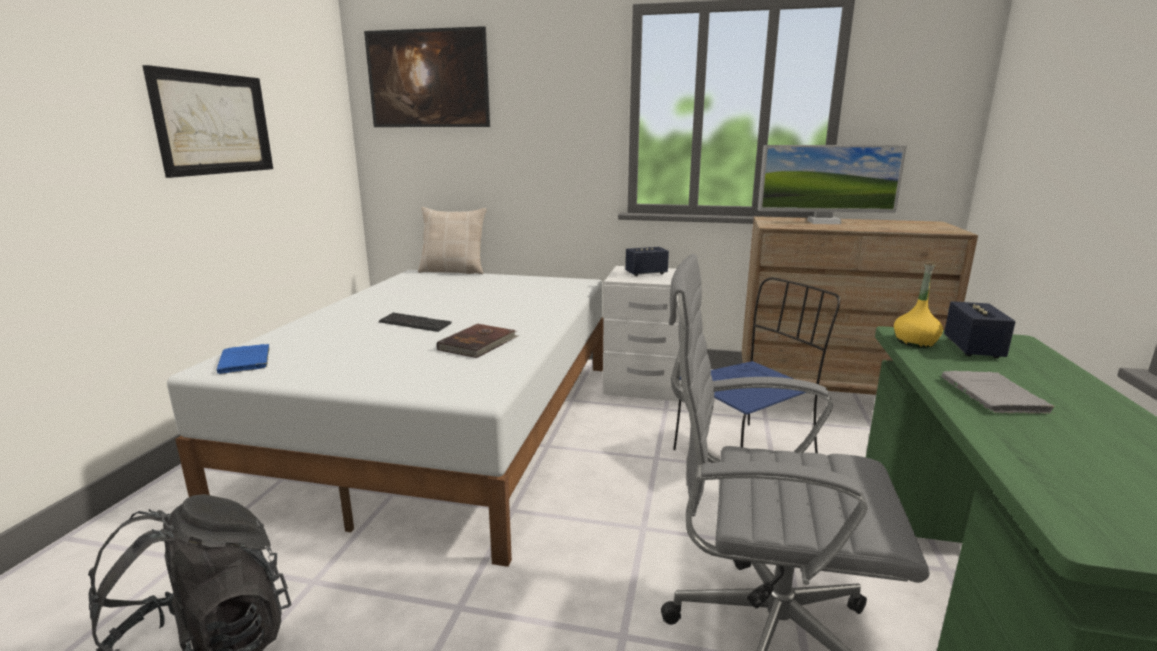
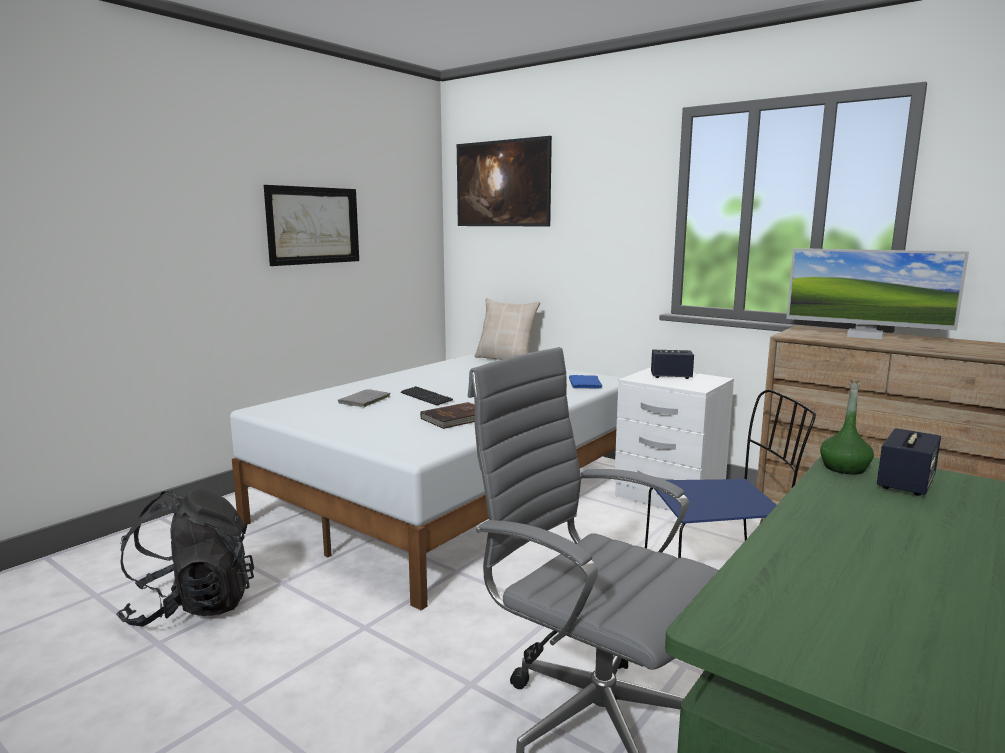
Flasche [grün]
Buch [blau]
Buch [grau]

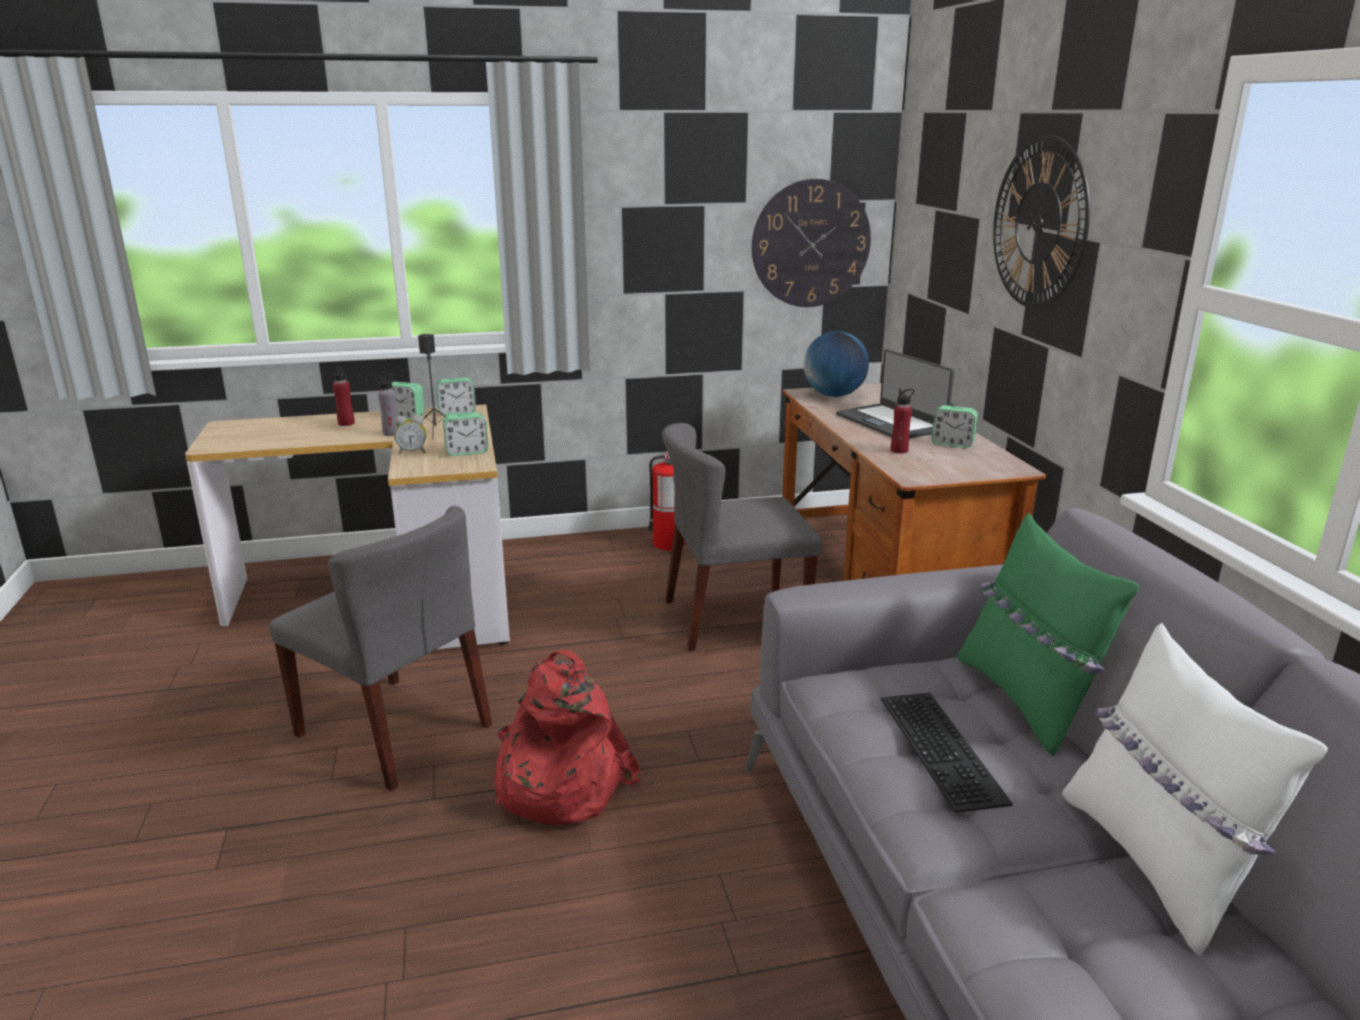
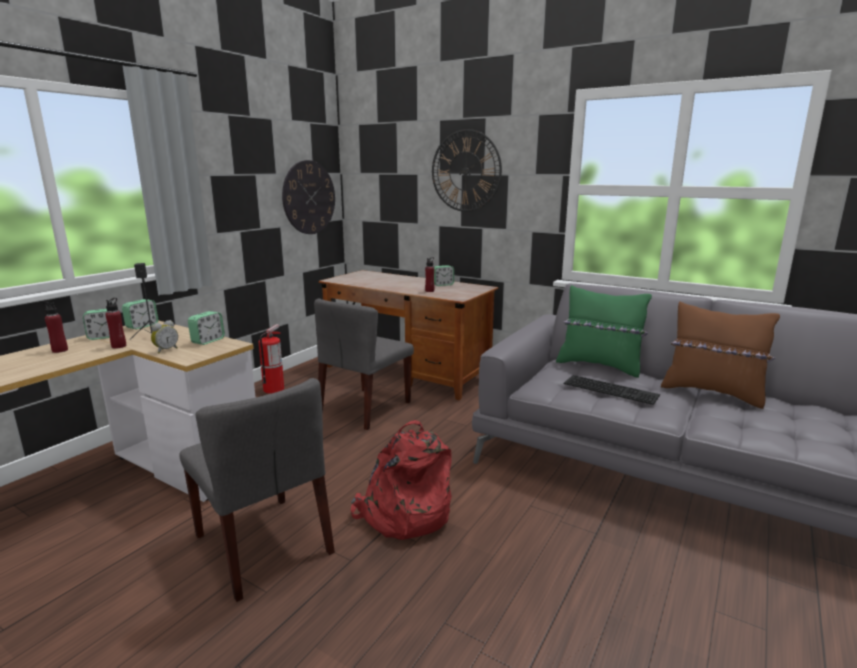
Globus
Laptop
Flasche [rot] (no. 2 from left)
Stuhl [grau] (no. 1 from left)
Kissen [braun]

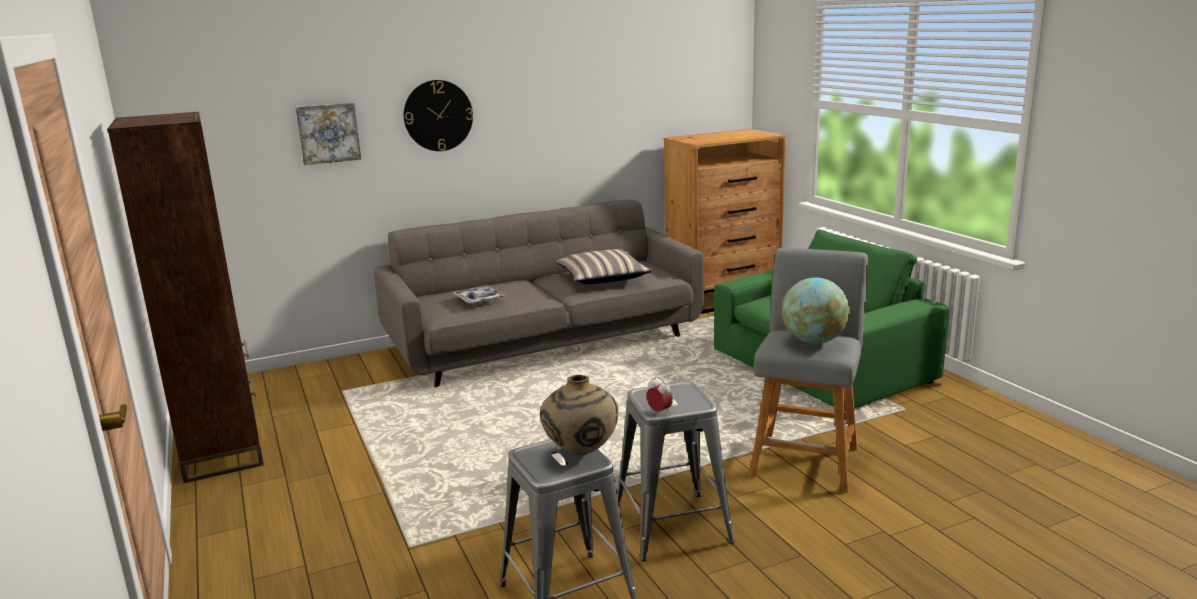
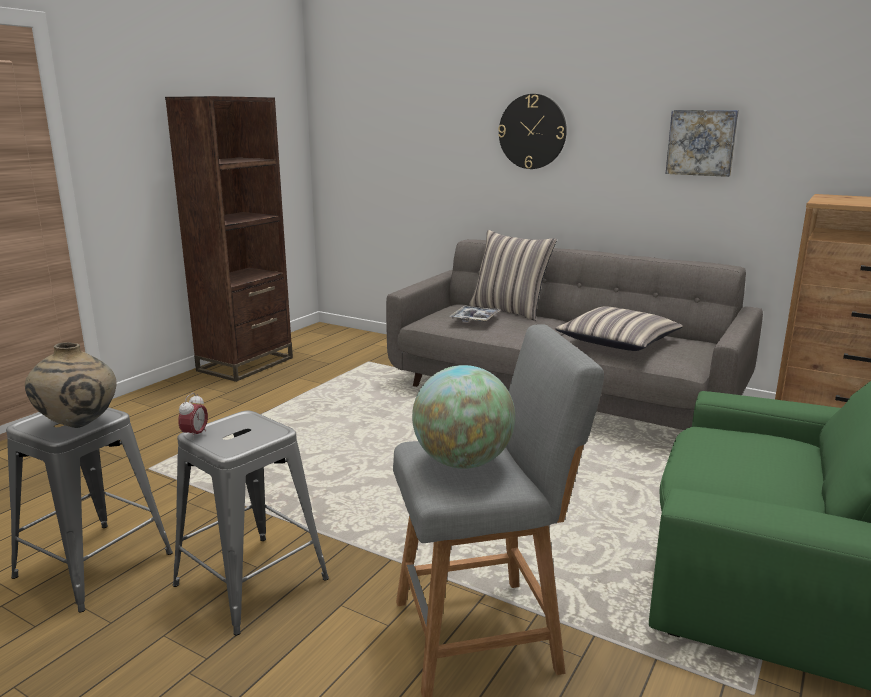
Bild
Kissen (no. 1 from left)

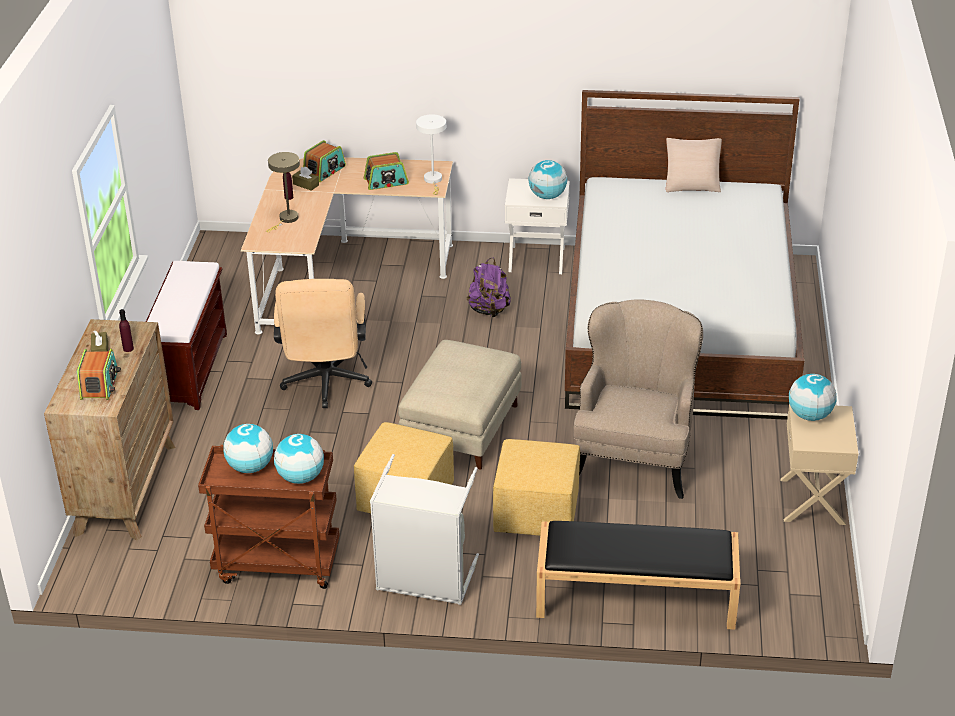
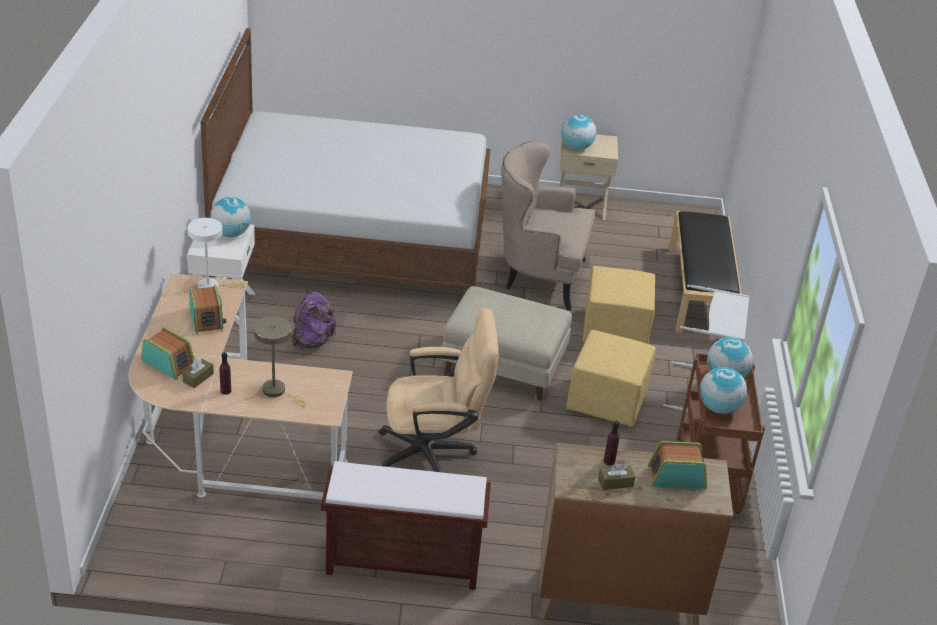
Kissen [beige]

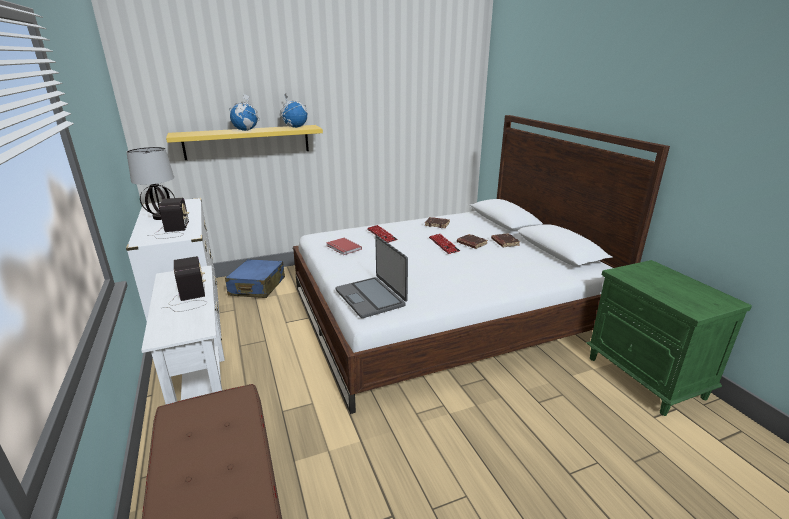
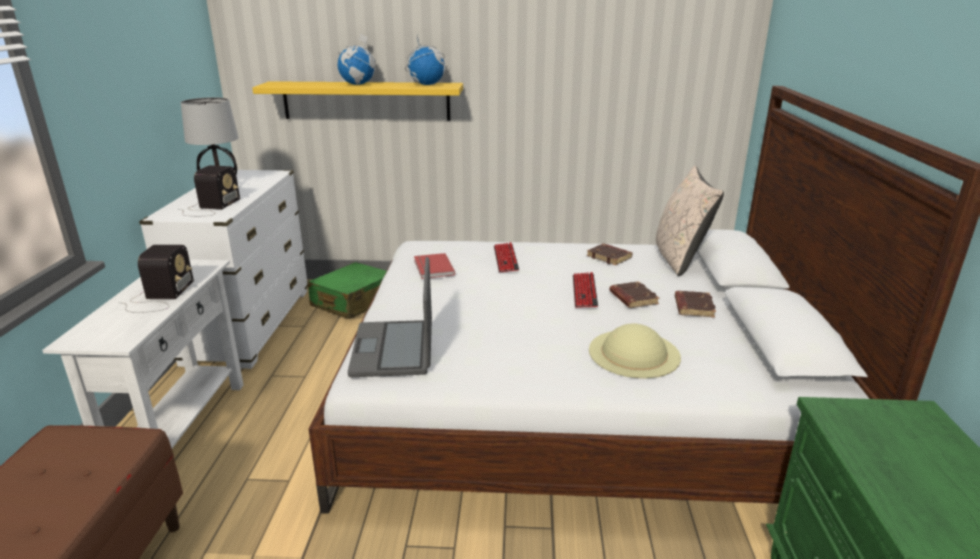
Koffer [grün]
Kissen [beige]
Hut [beige]

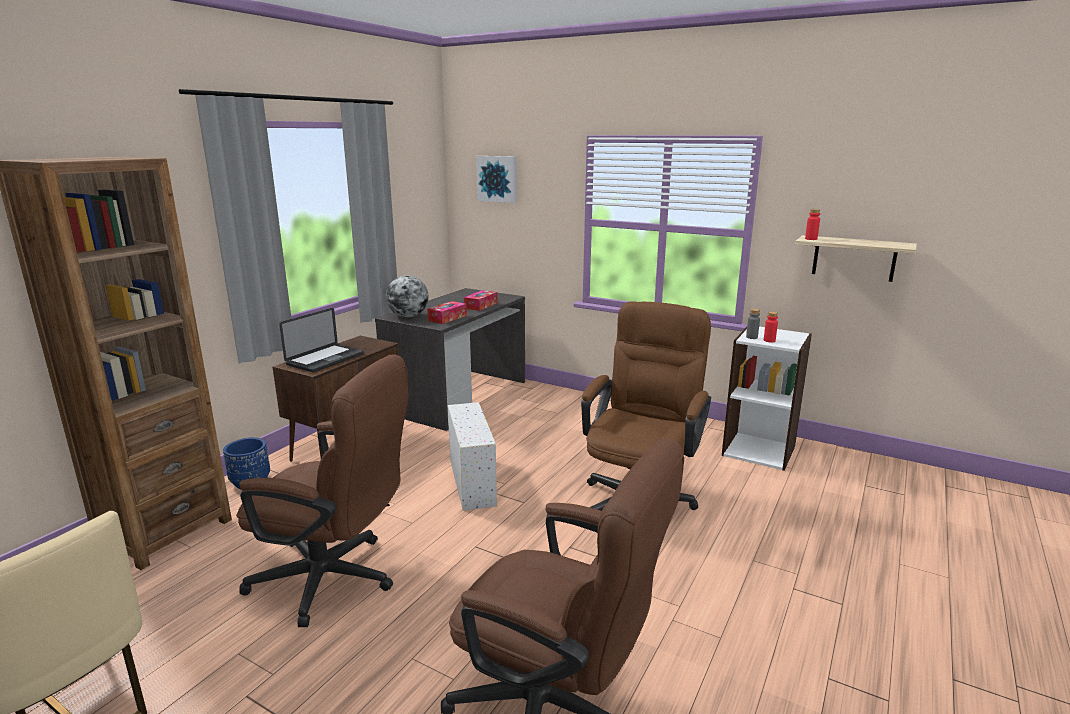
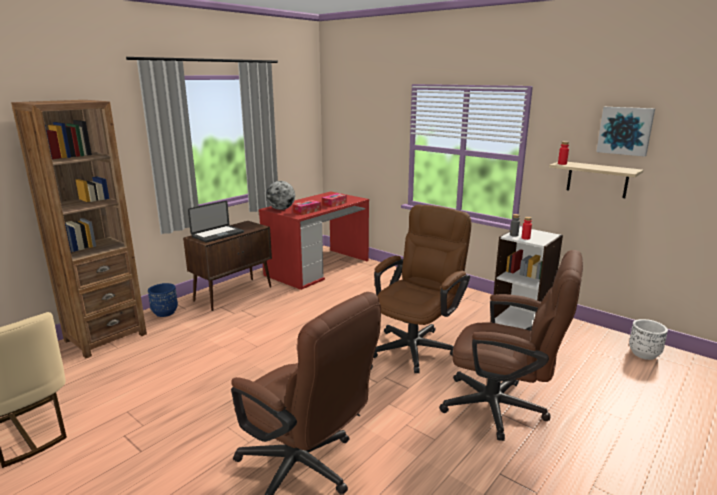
Bild
Schreibtisch [rot]
Bürostuhl [braun] (no. 3 from left)
Aufbewahrungsbox [weiß]
Pflanzkübel [weiß]

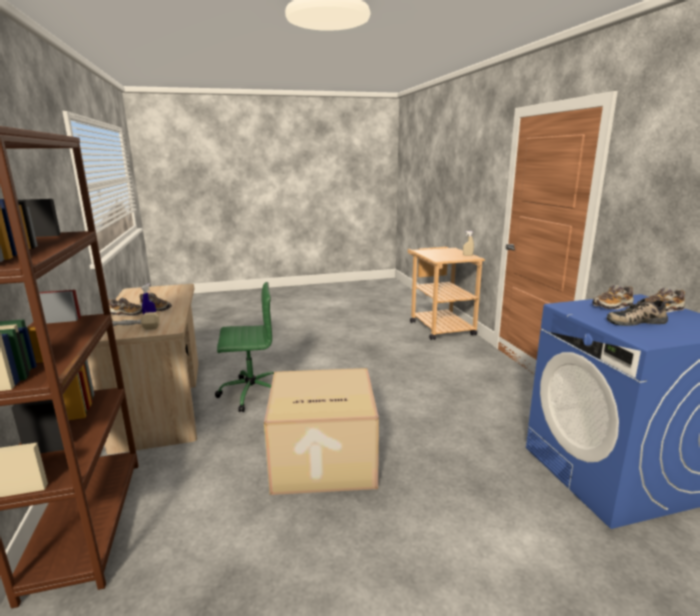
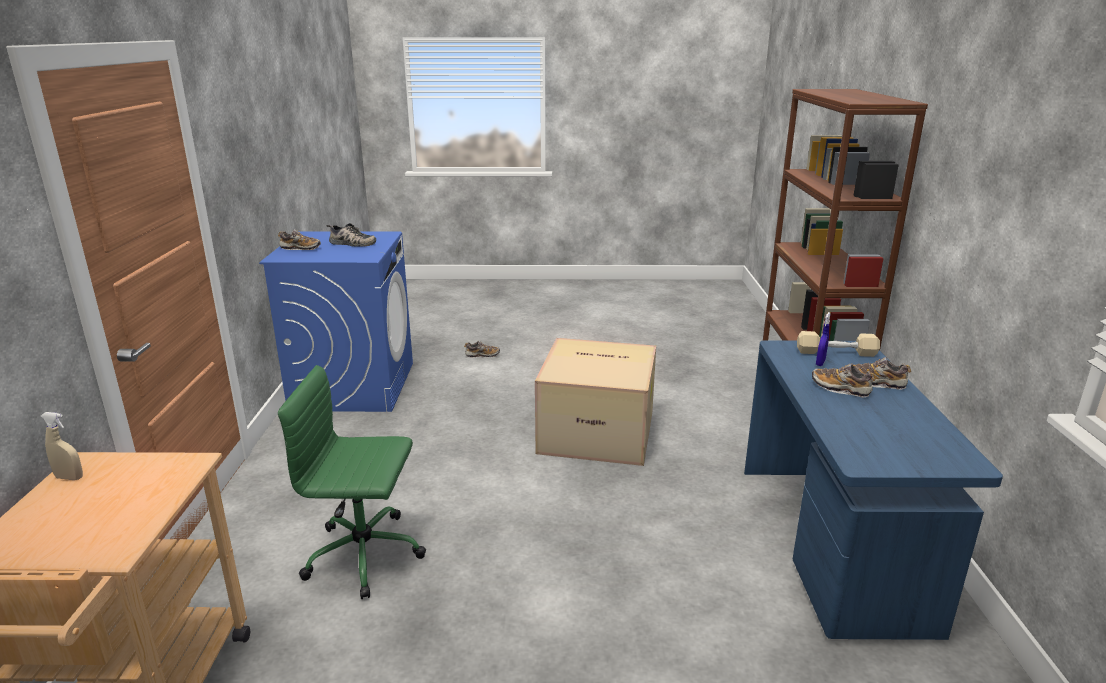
Bürostuhl [grün]
Schreibtisch [blau]
Schuh (no. 3 from left)

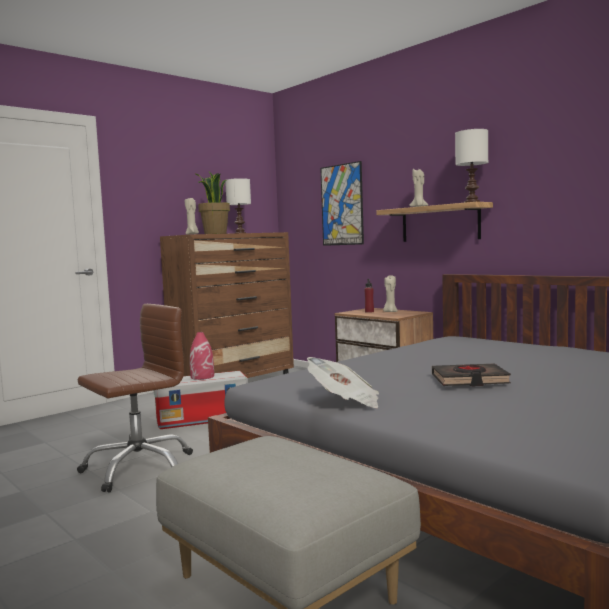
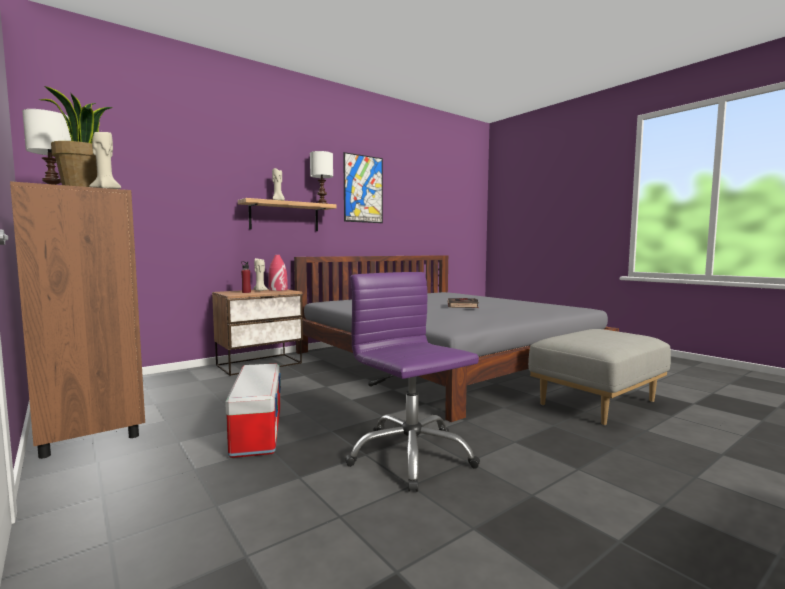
Bild
Bürostuhl [lila]
Vase [rot]
Zeitung

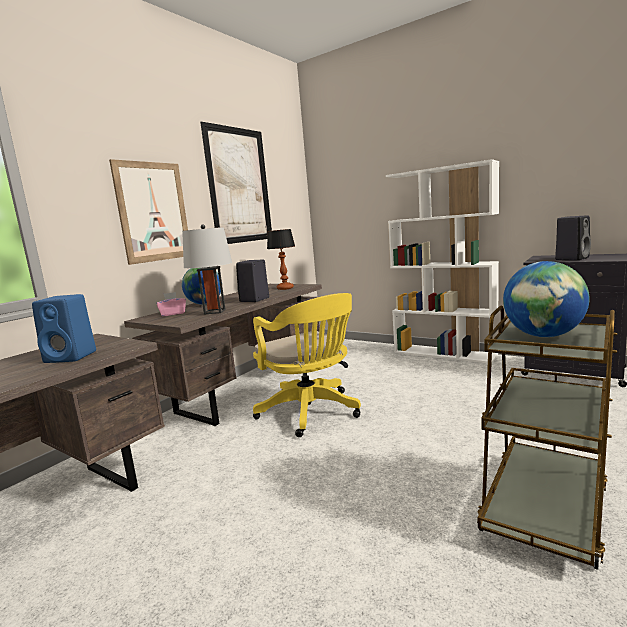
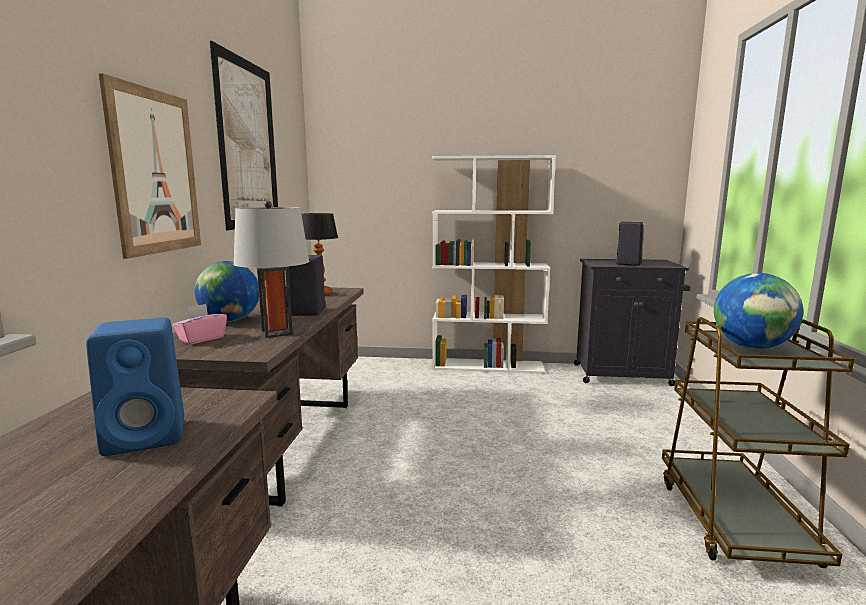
Bürostuhl [gelb]

